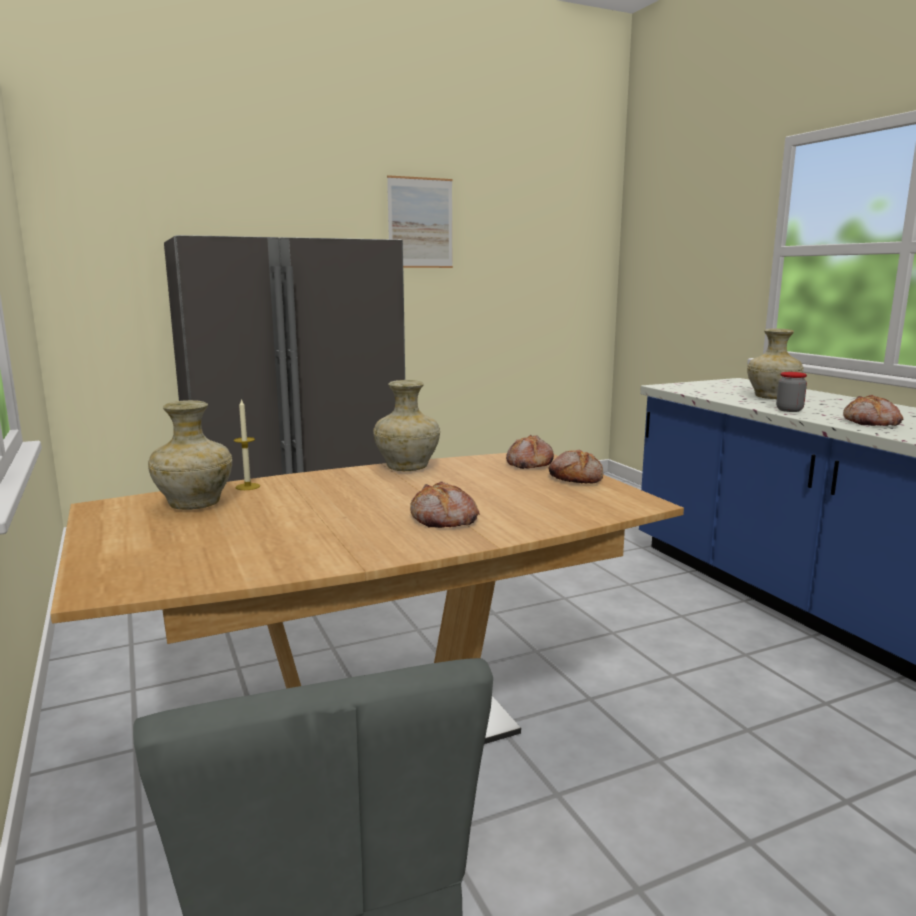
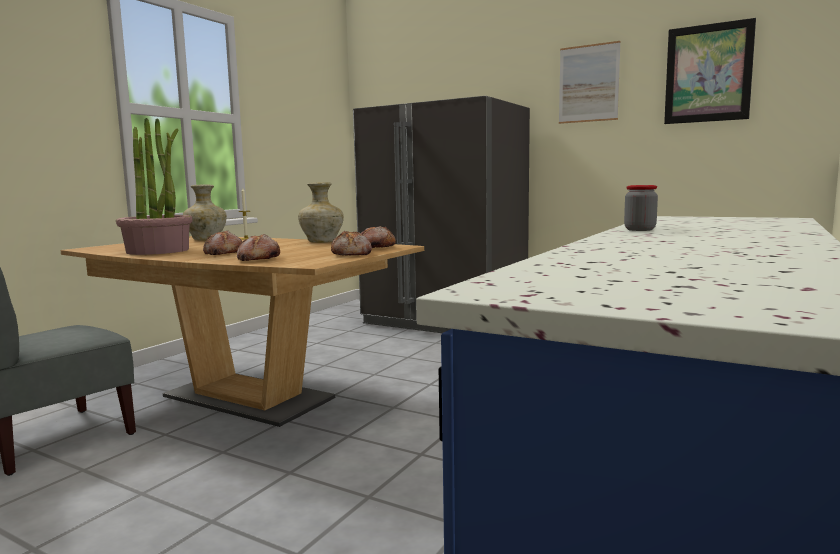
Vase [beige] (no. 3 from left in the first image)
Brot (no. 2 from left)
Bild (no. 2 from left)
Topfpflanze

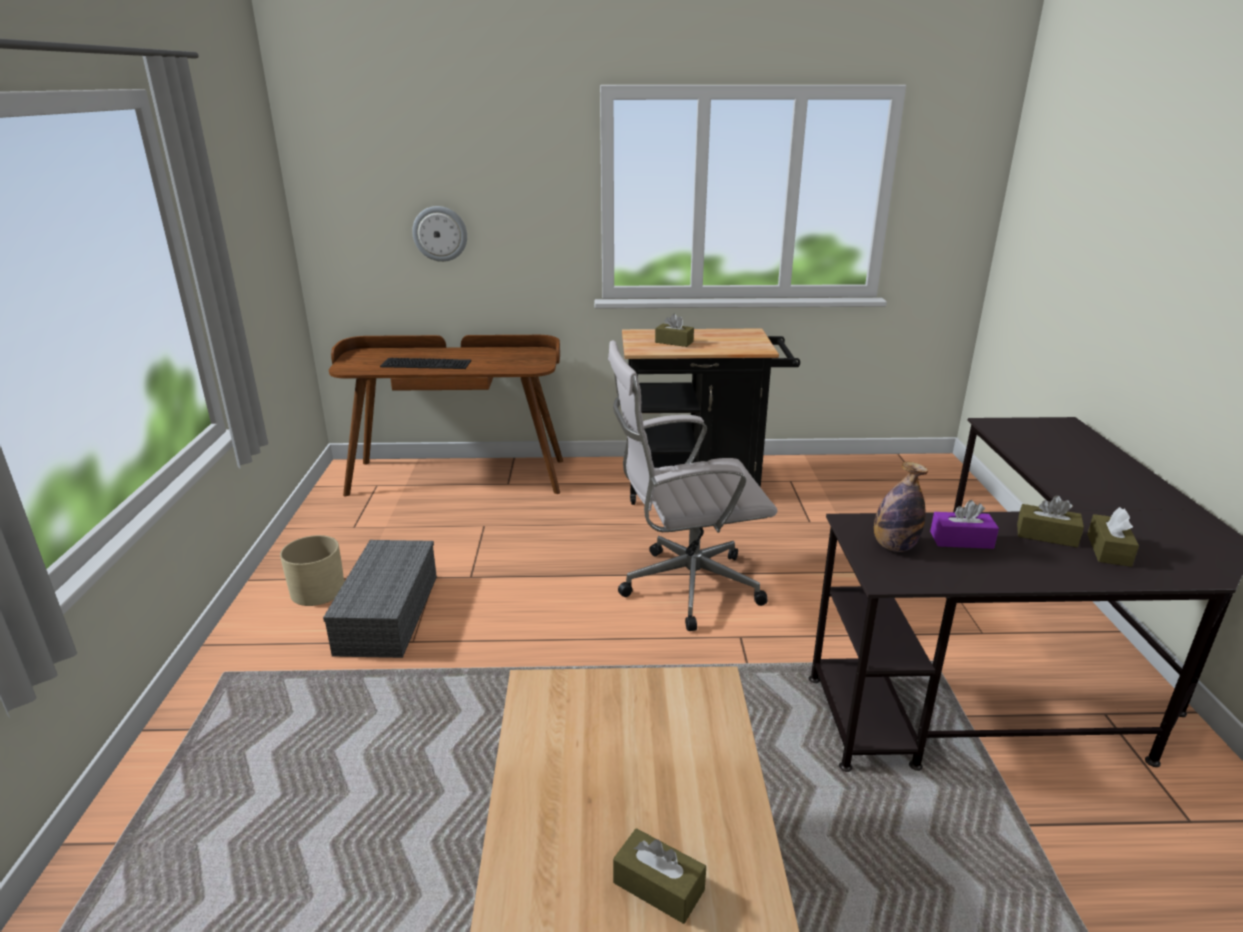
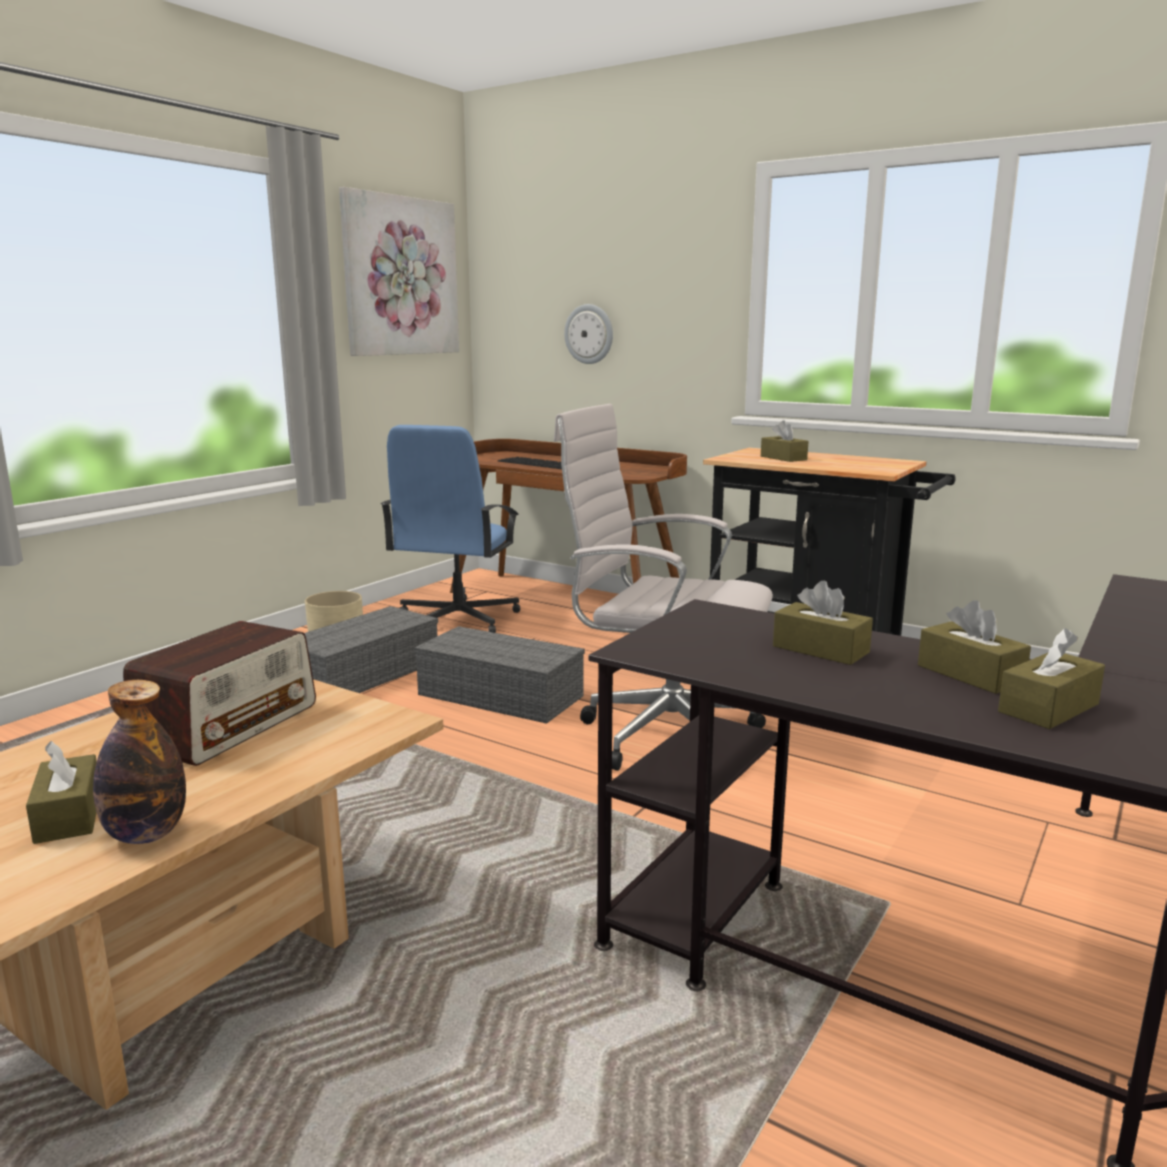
Flasche
Taschentuchbox [braun] (no. 3 from left)
Bild
Bürostuhl [blau]
Radio
Aufbewahrungsbox [grau] (no. 2 from left)

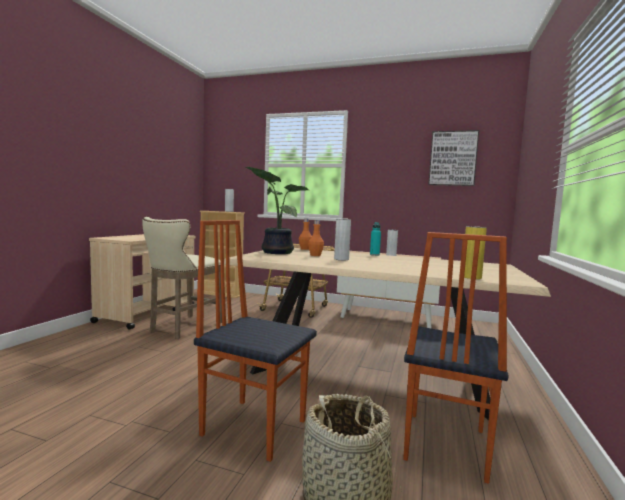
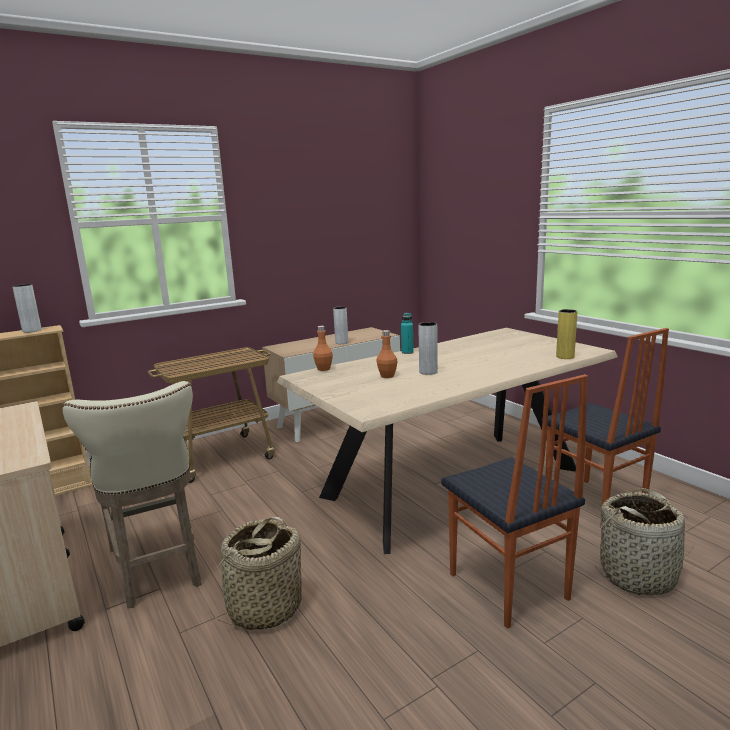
Bild
Topfpflanze
Stuhl (no. 1 from left)
Korb (no. 1 from left)

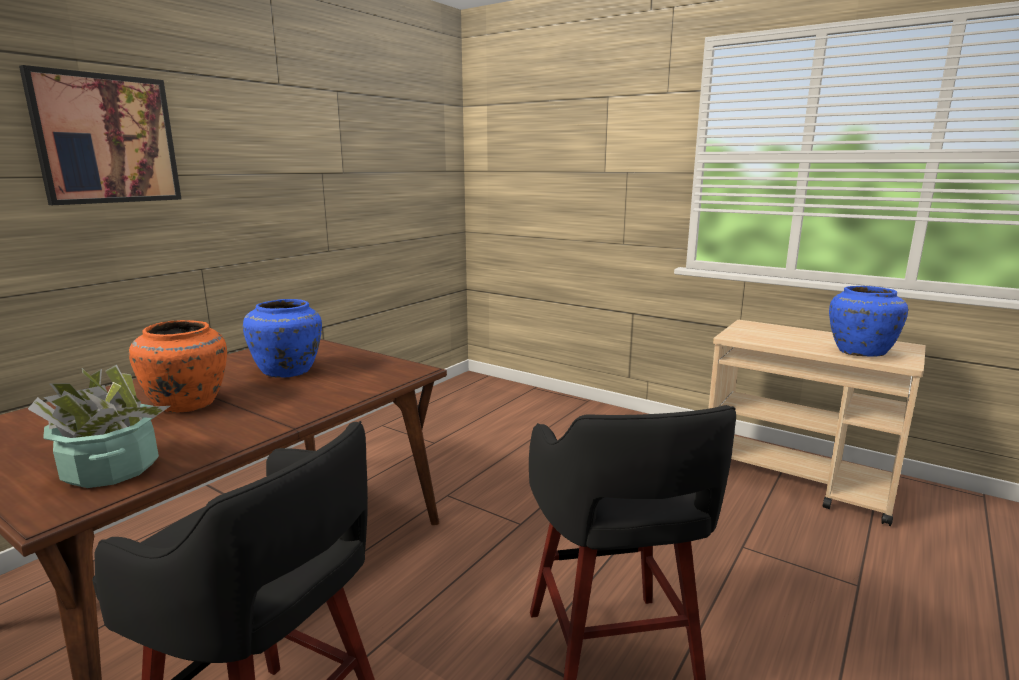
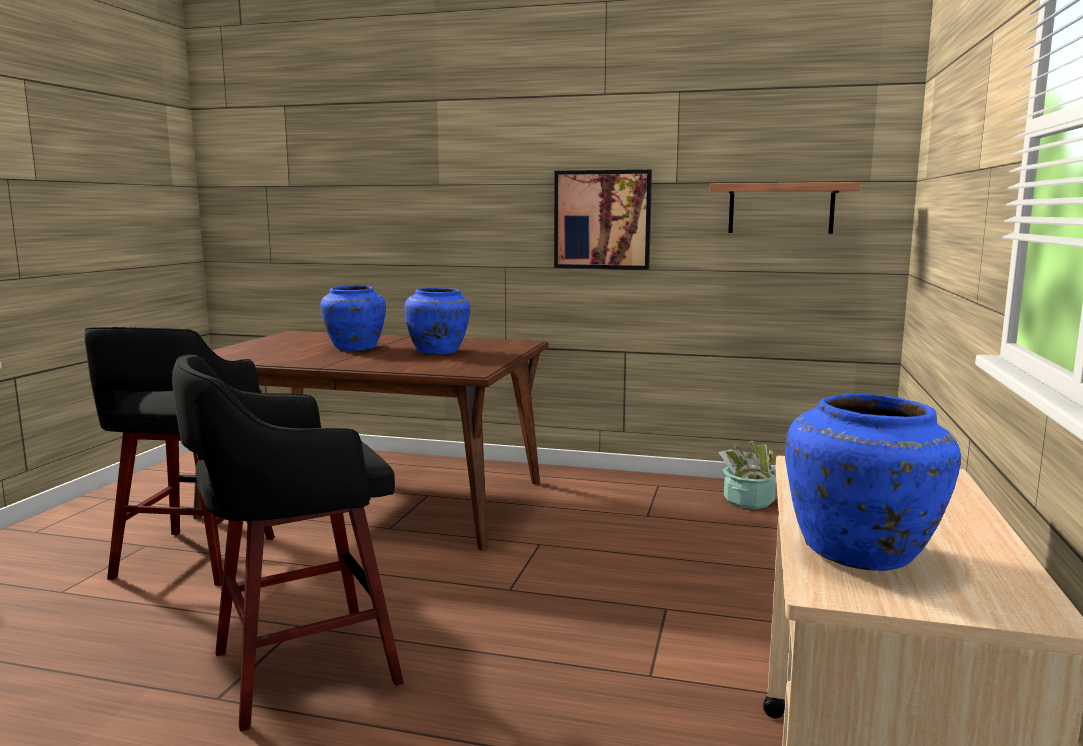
Bild
Vase [blau] (no. 1 from left)
Topfpflanze
Wandregal

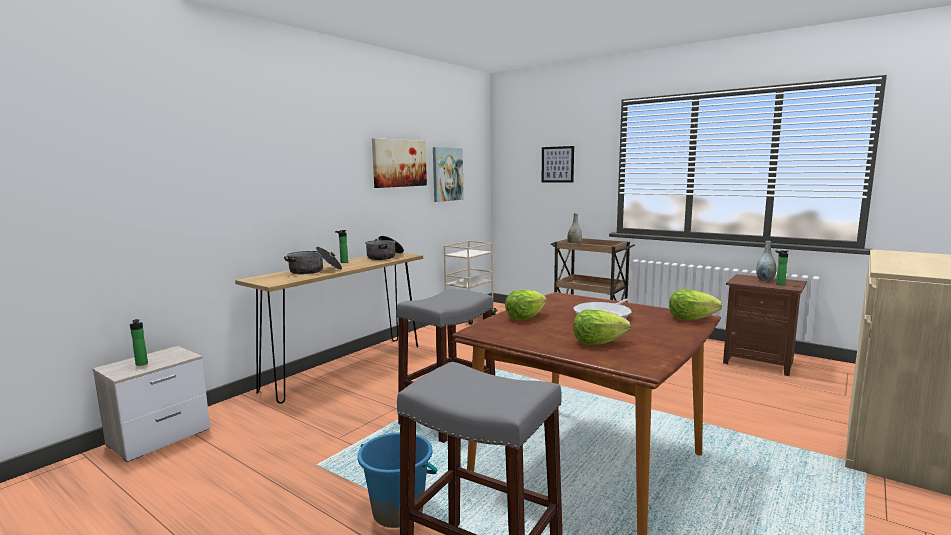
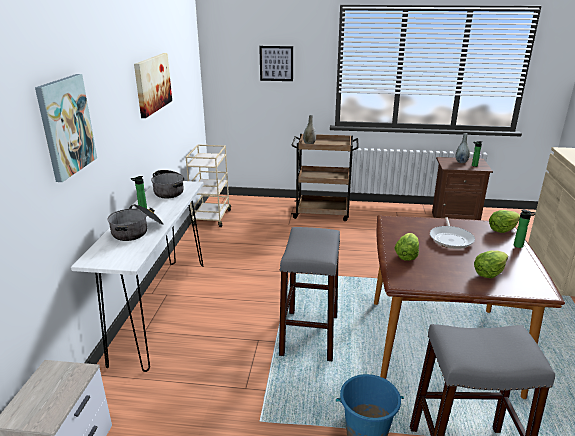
Bild (no. 1 from left)
Konsolentisch [weiß]
Flasche (no. 3 from left)

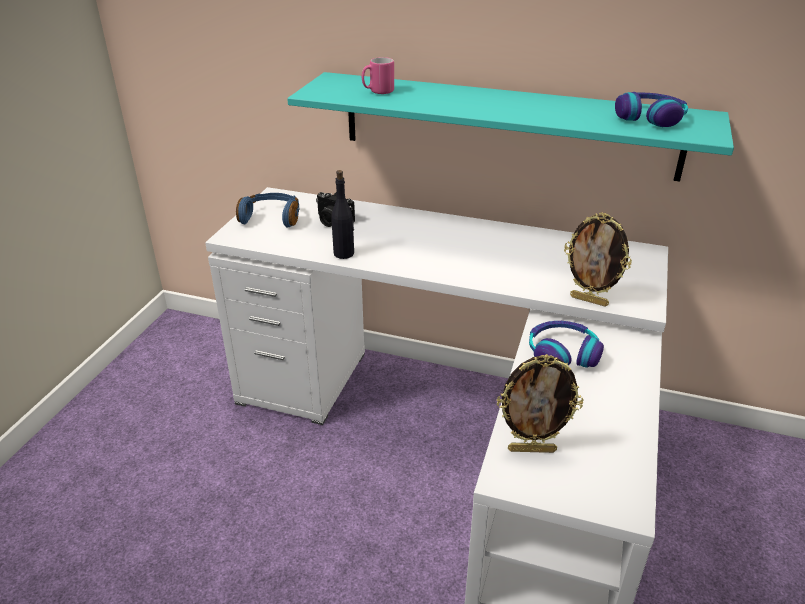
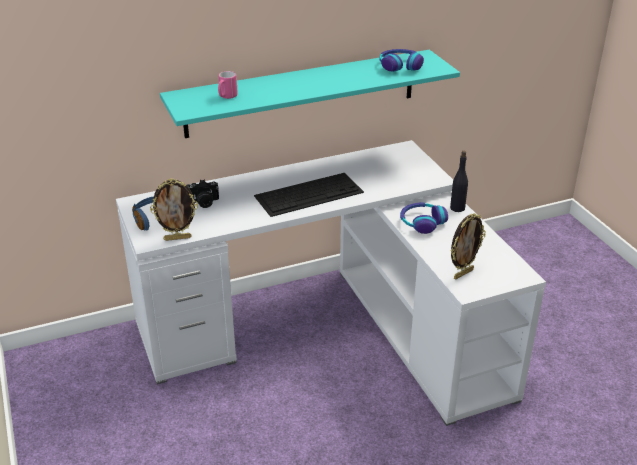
Flasche [schwarz]
Bilderrahmen (no. 1 from left)
Tastatur

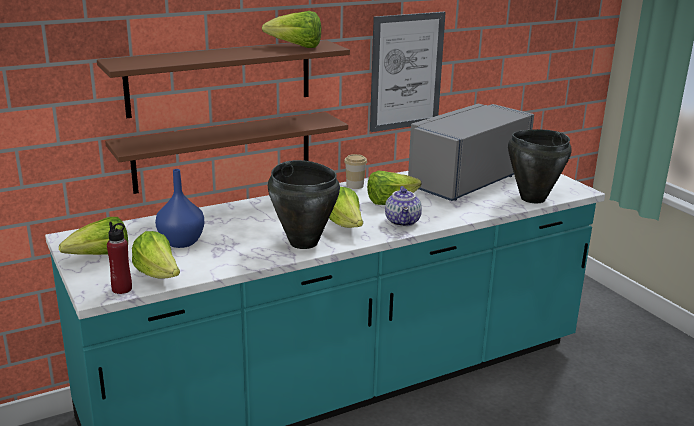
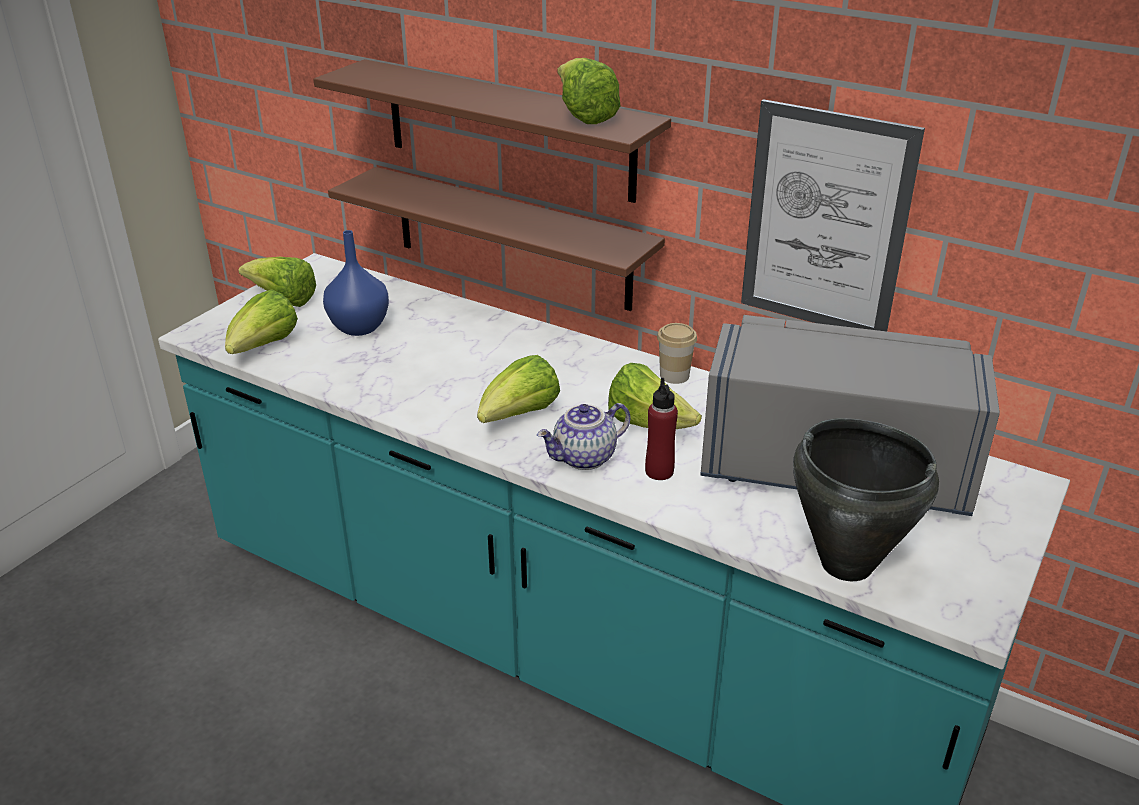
Kochtopf [schwarz] (no. 1 from left in the first image)
Flasche [rot]

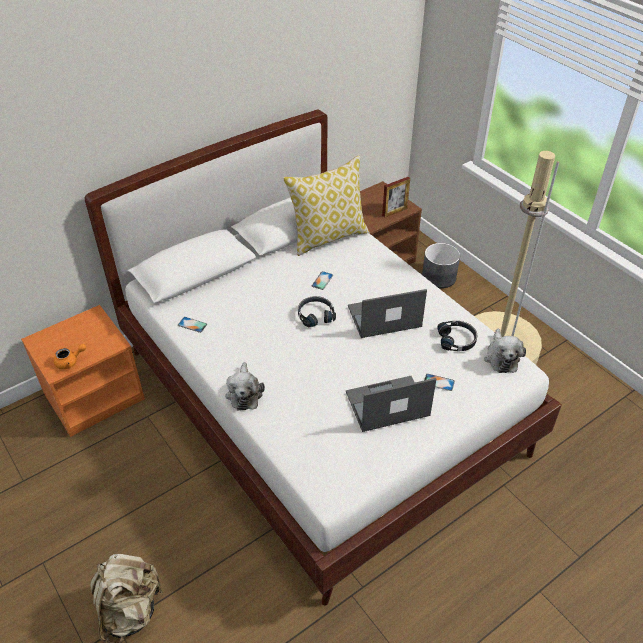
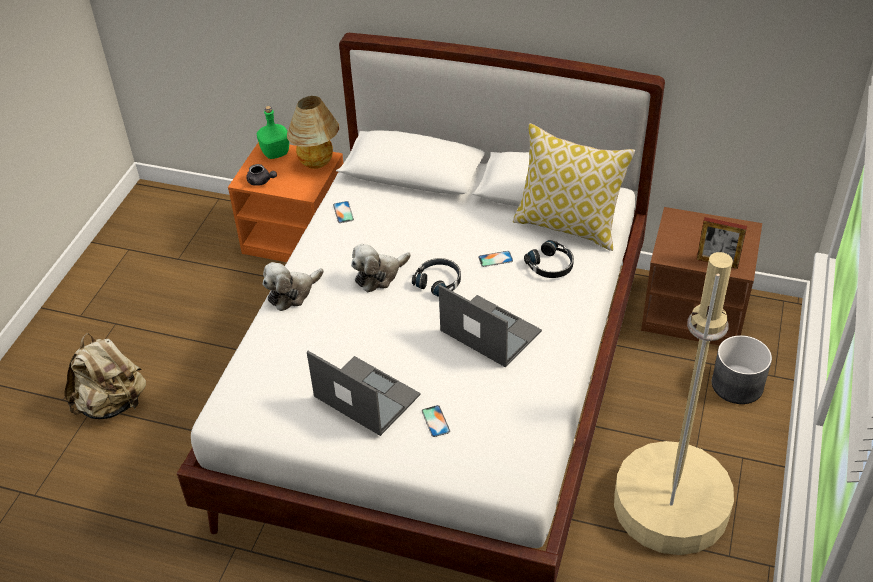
Kopfhörer [schwarz] (no. 2 from left)
Plüschtier (no. 2 from left)
Teekanne [grau]
Tischlampe
Flasche [grün]

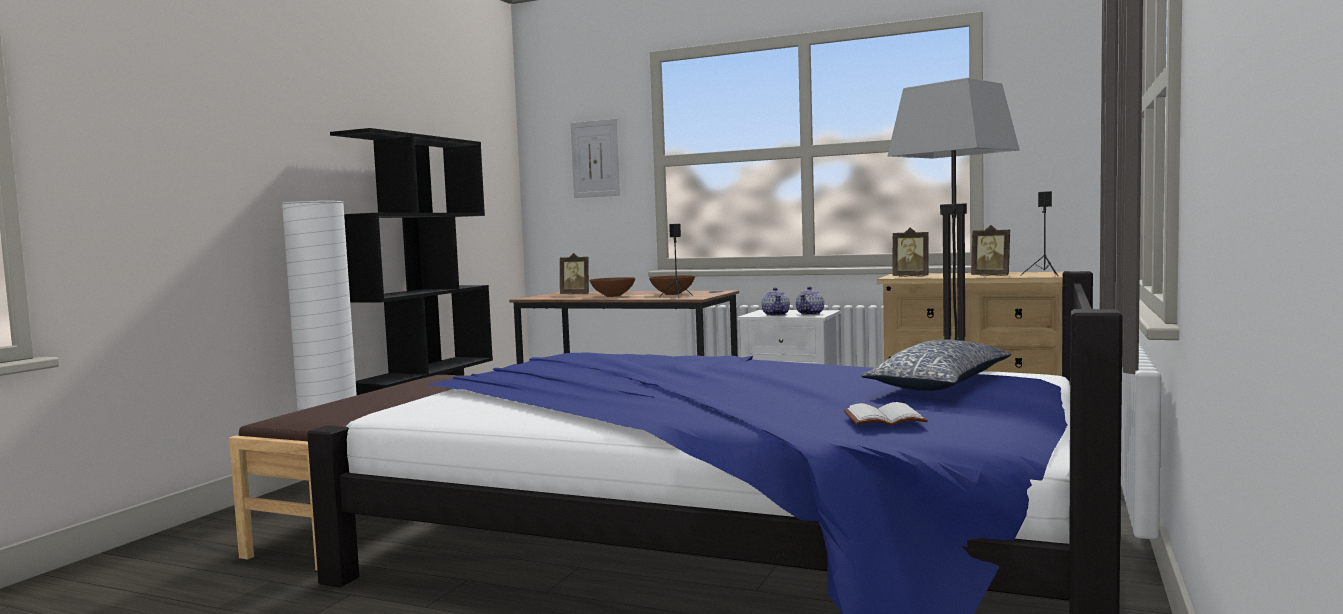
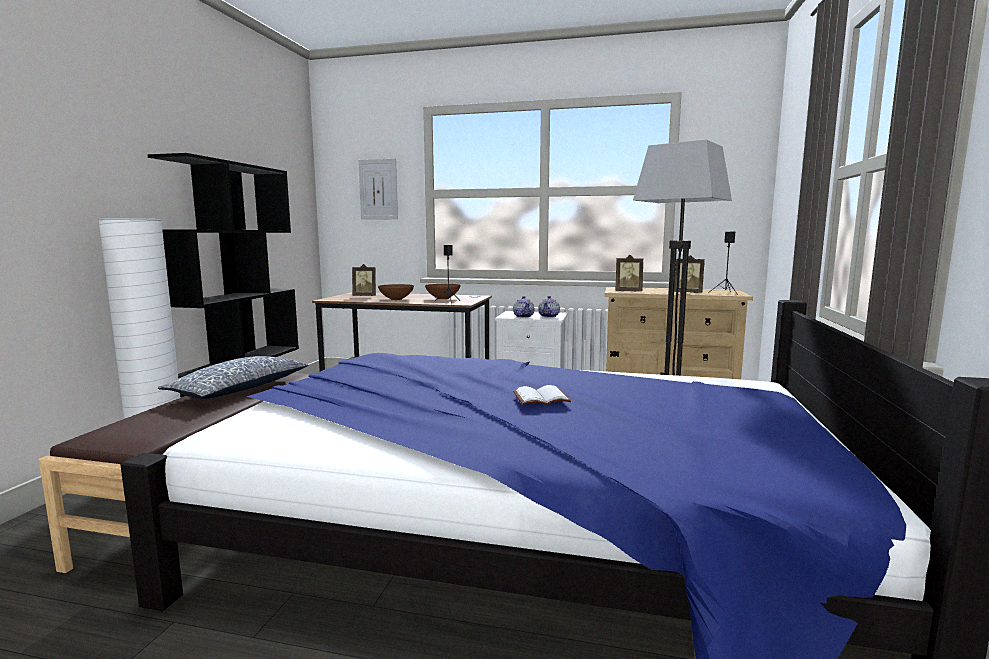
Kissen
Buch [weiß]

